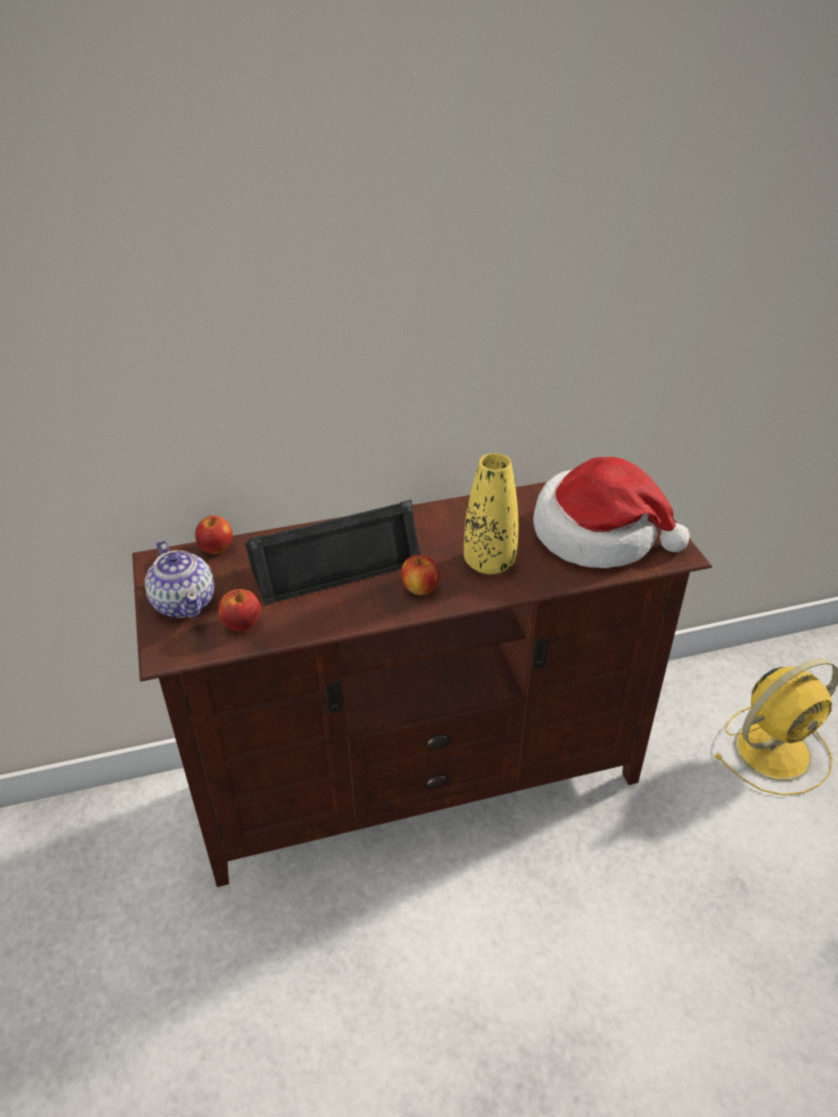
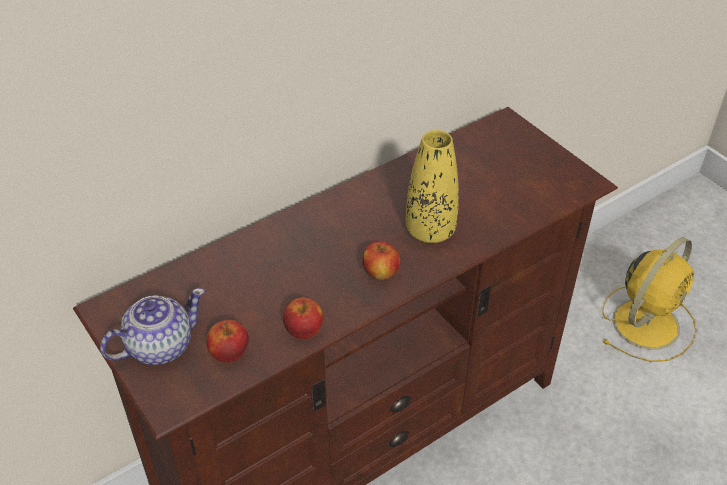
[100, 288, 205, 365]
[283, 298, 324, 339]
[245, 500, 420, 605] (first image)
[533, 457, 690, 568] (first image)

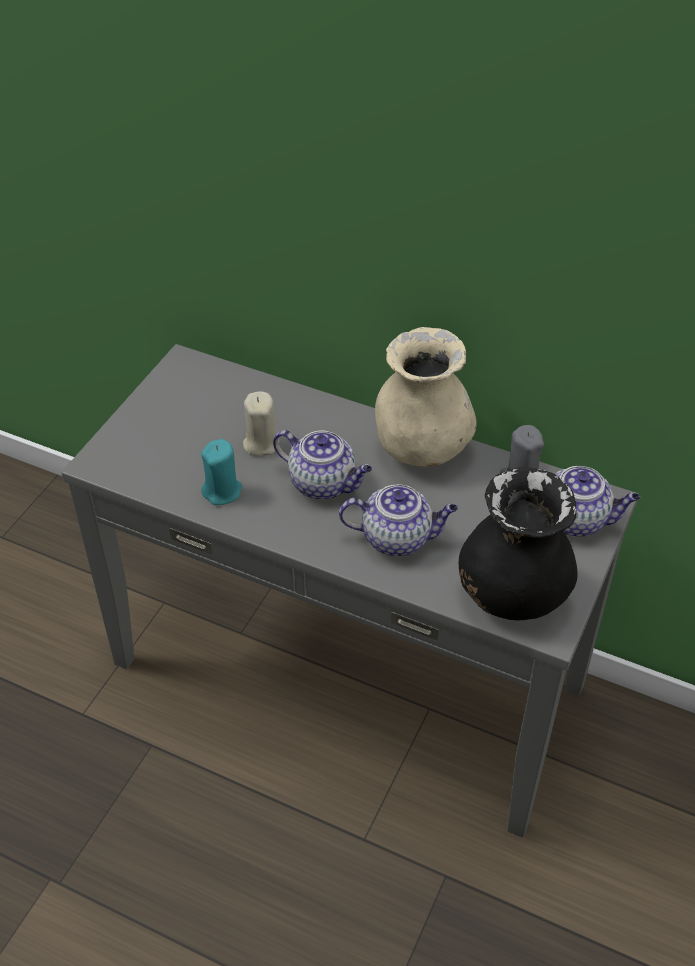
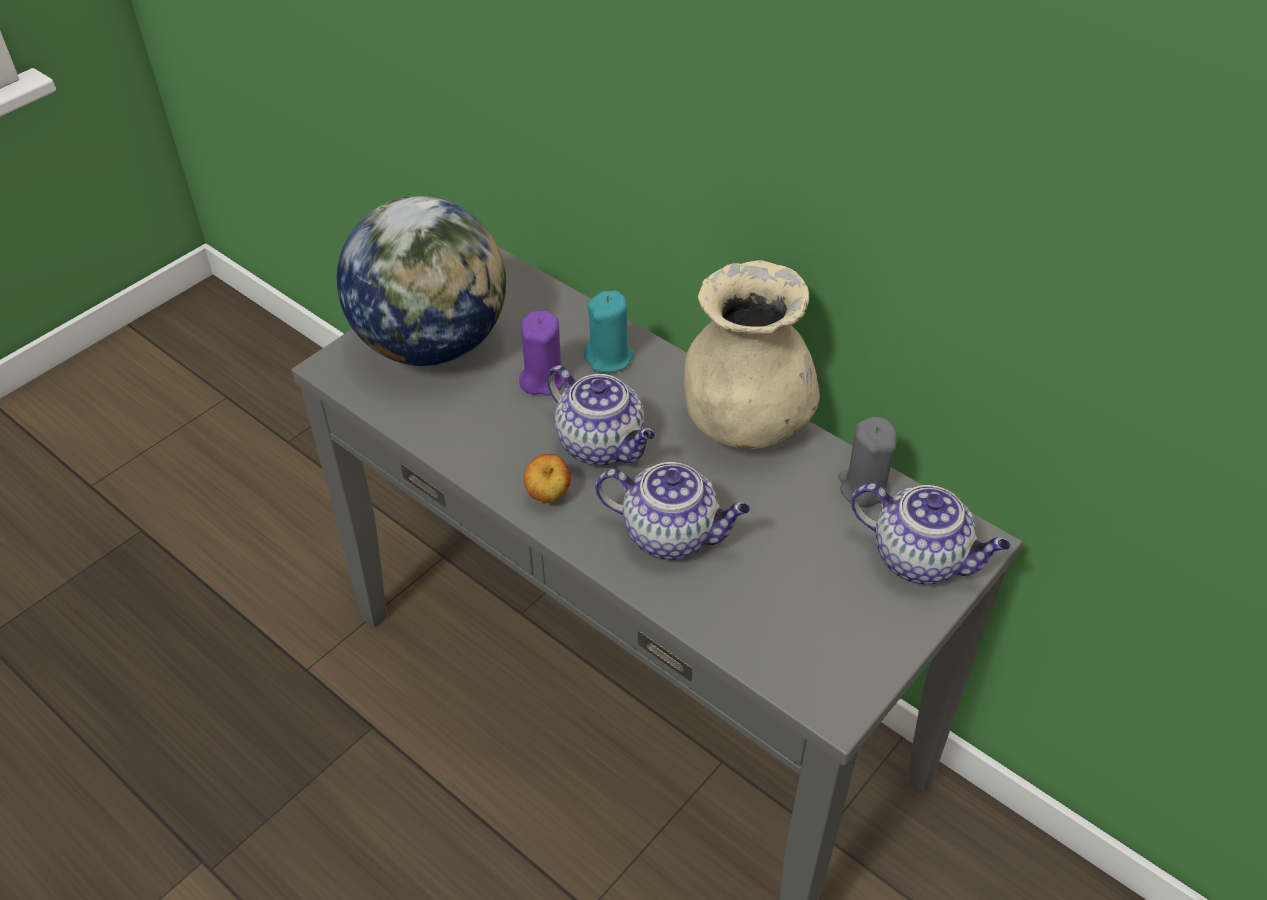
[584, 291, 634, 373]
[519, 311, 564, 395]
[459, 467, 578, 620] (first image)
[337, 196, 506, 366]
[524, 454, 571, 503]

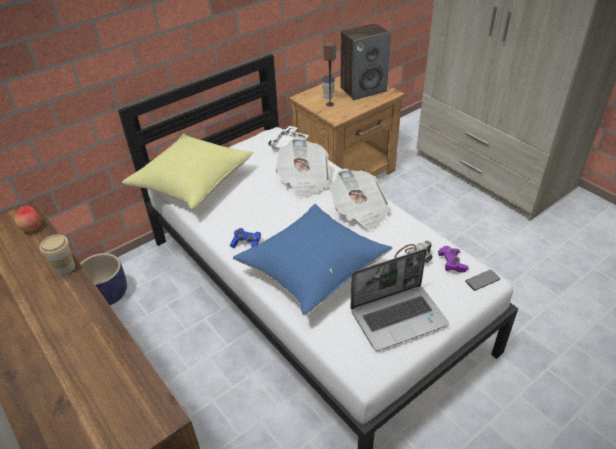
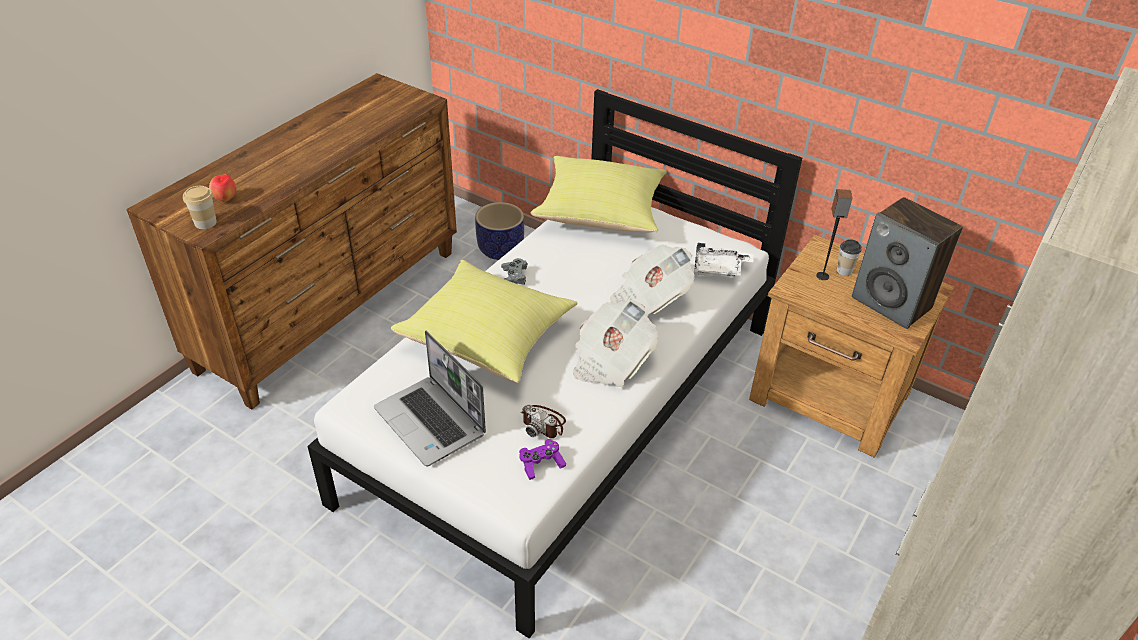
[209, 174, 236, 202]
[183, 186, 217, 229]
[501, 258, 528, 285]
[391, 260, 578, 383]
[465, 270, 500, 291] (first image)

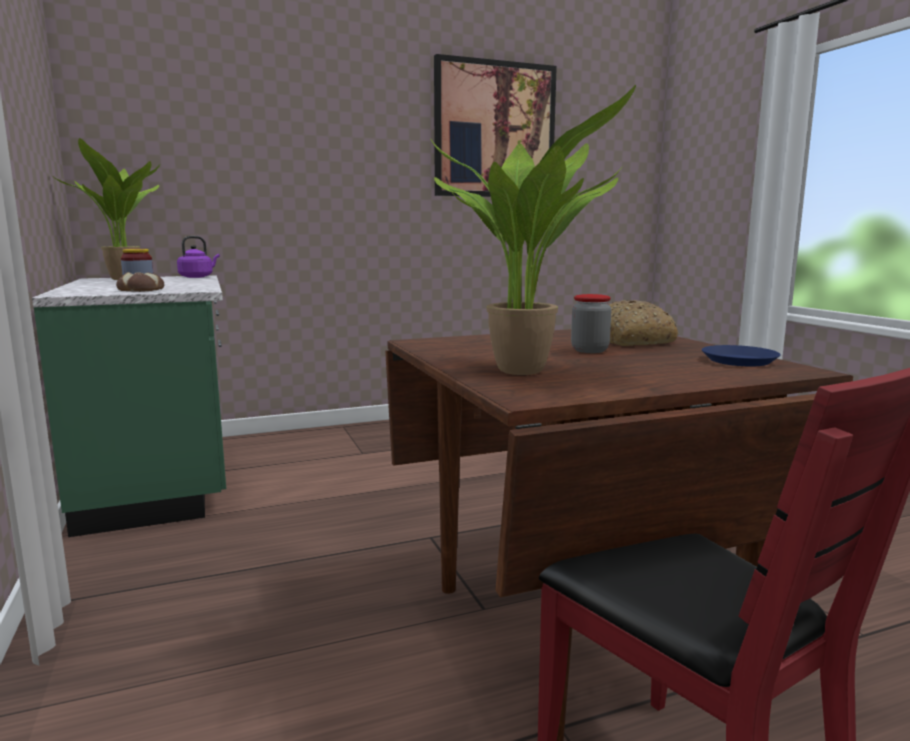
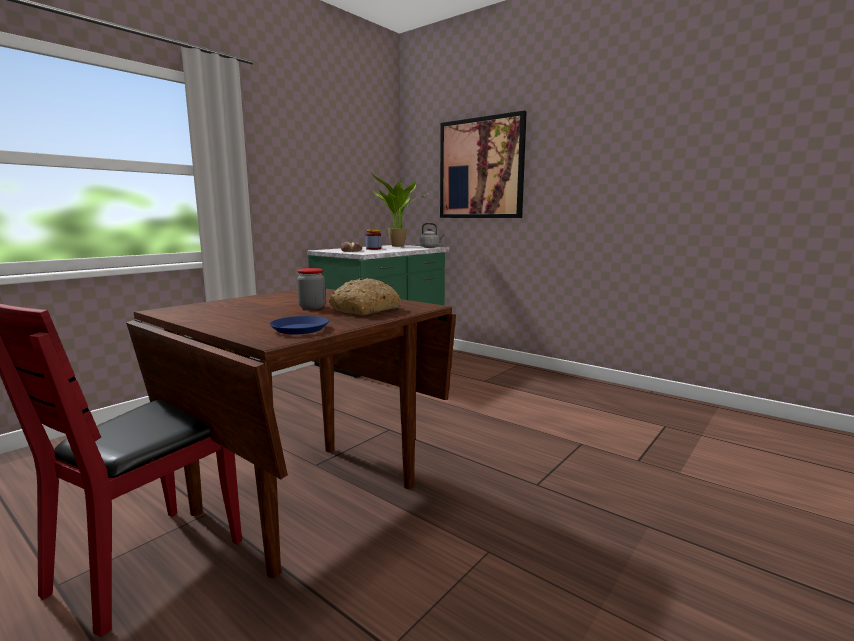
[420, 223, 445, 248]
[430, 85, 636, 375] (first image)
[440, 111, 527, 218]

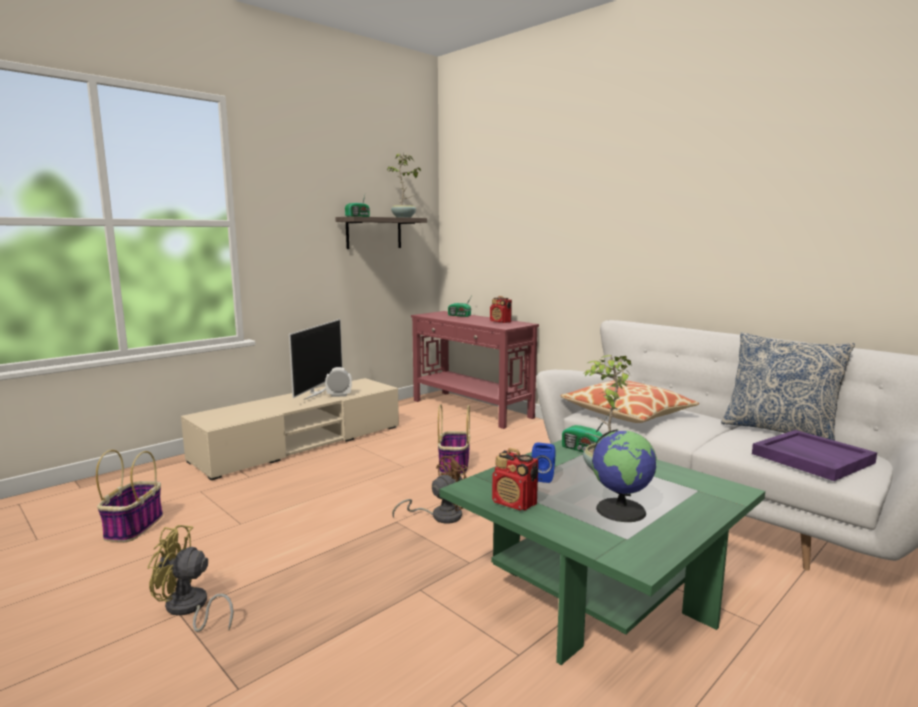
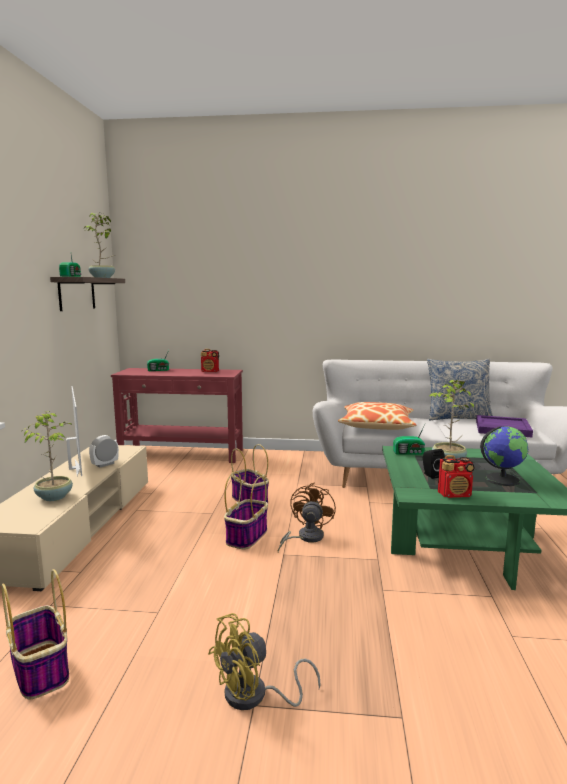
[423, 449, 445, 479]
[21, 411, 73, 501]
[224, 472, 268, 550]

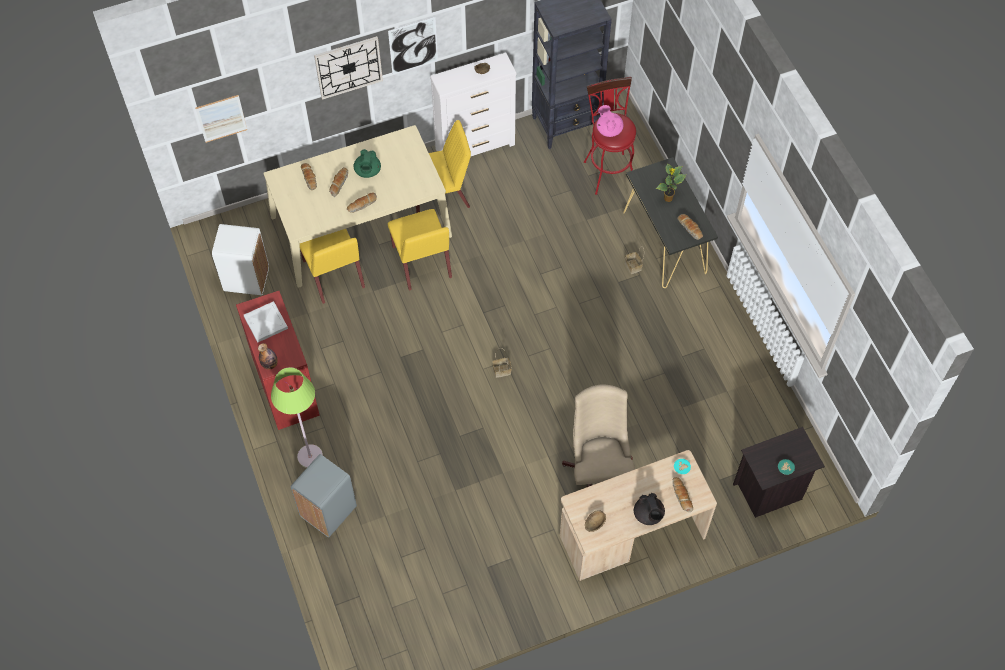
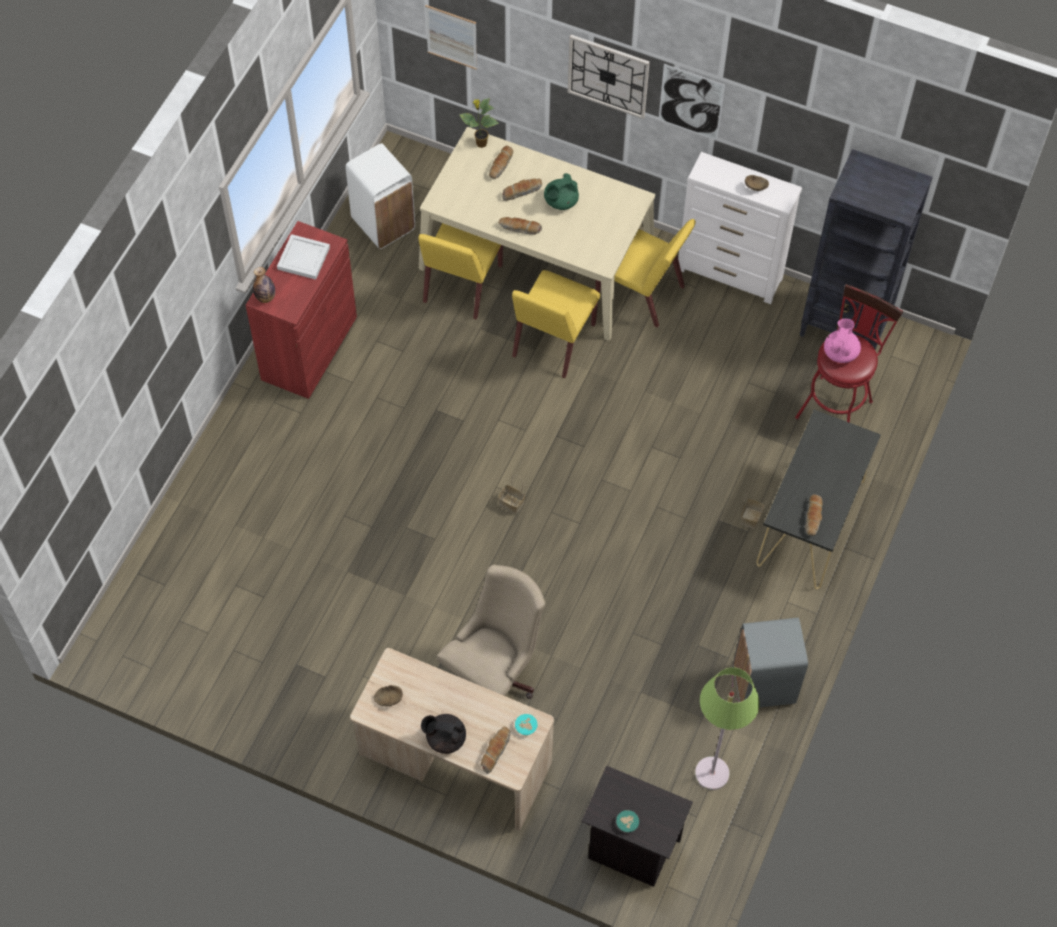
[695, 667, 760, 790]
[733, 618, 808, 708]
[421, 714, 466, 754]
[459, 98, 499, 148]

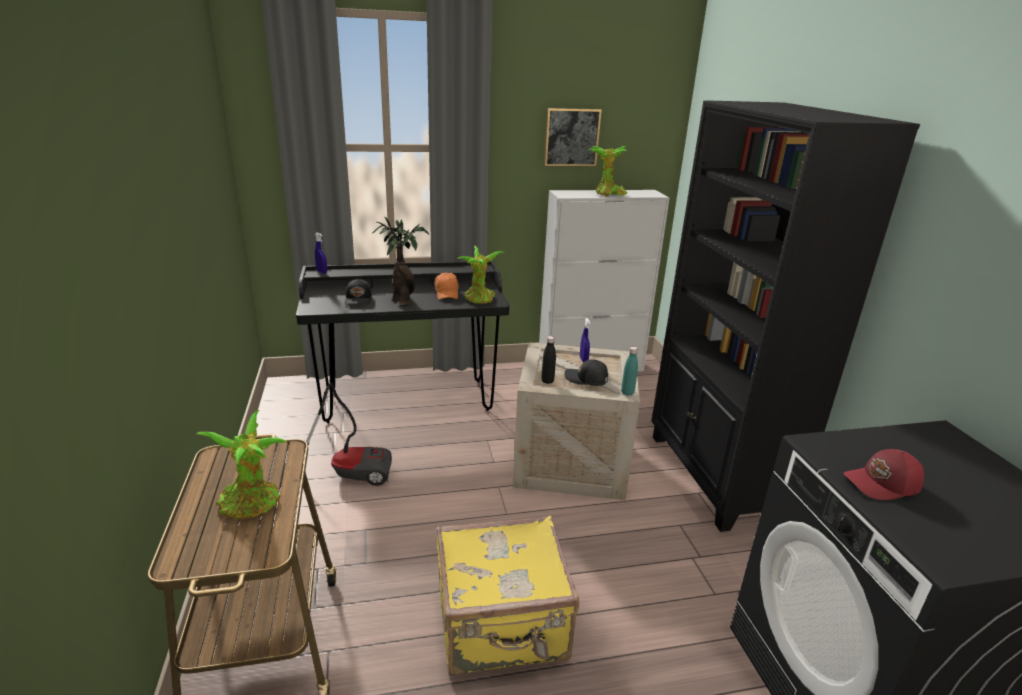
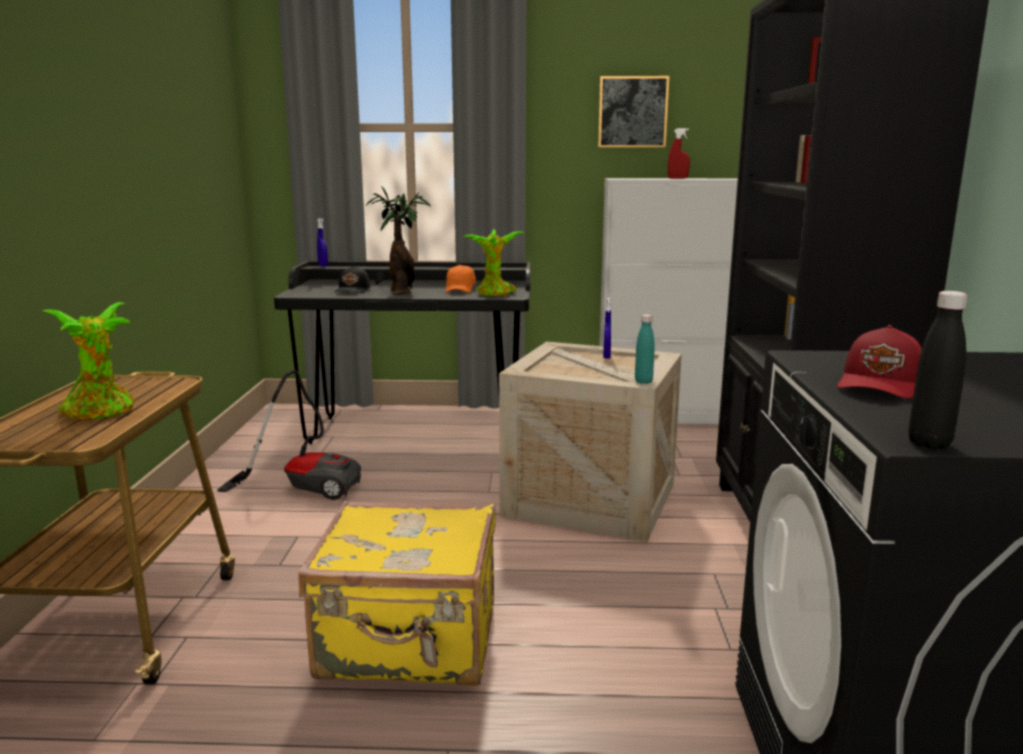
[908, 291, 967, 449]
[564, 359, 608, 386] (first image)
[668, 128, 690, 179]
[837, 325, 922, 398]

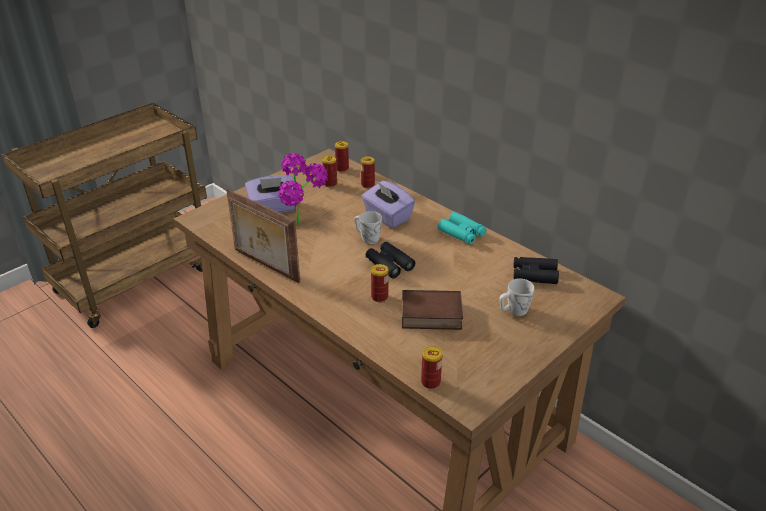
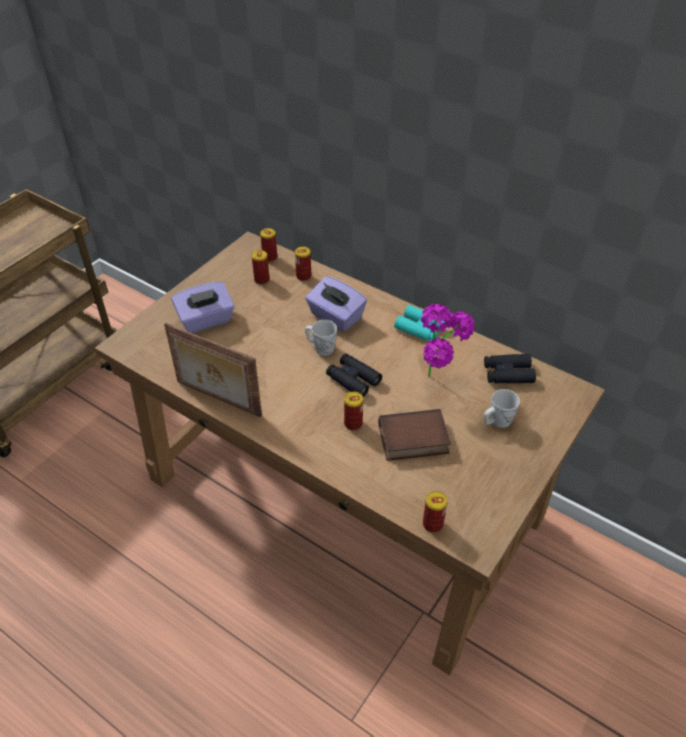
[421, 304, 475, 377]

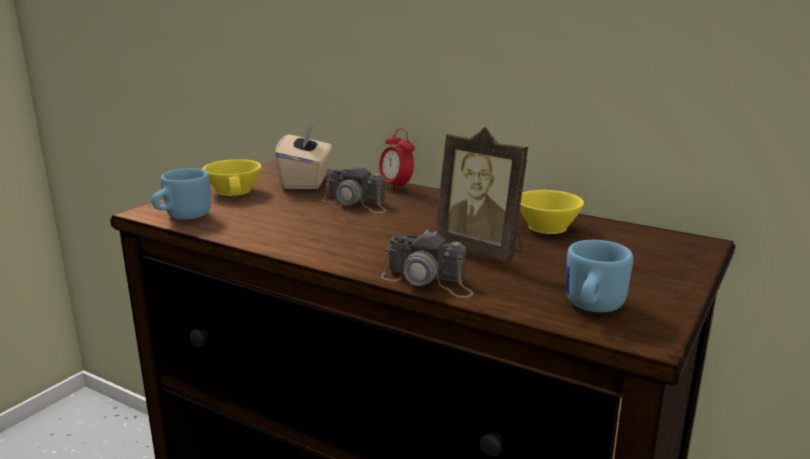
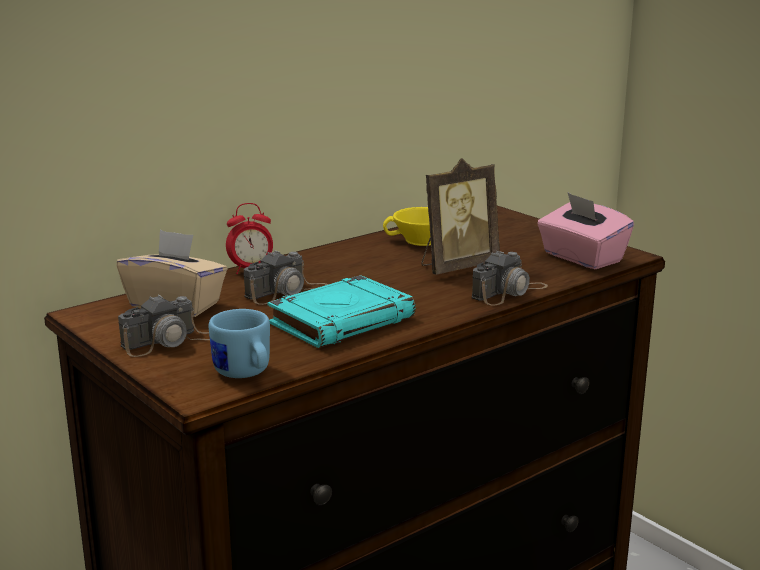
[118, 295, 210, 357]
[537, 192, 634, 269]
[267, 275, 416, 348]

